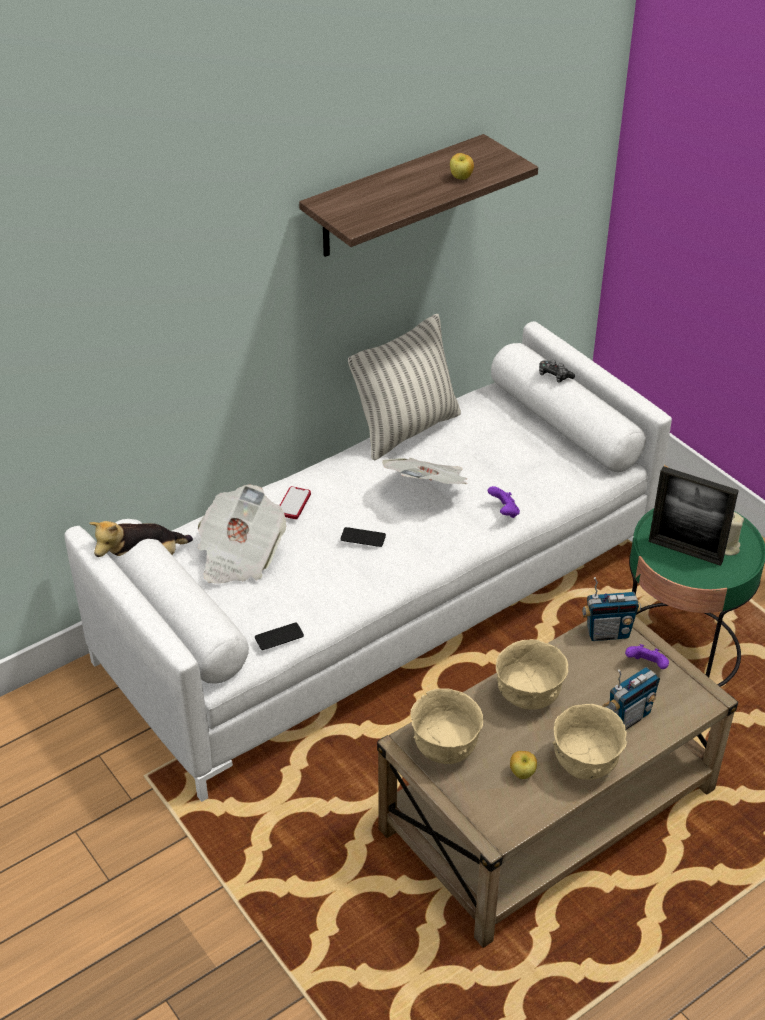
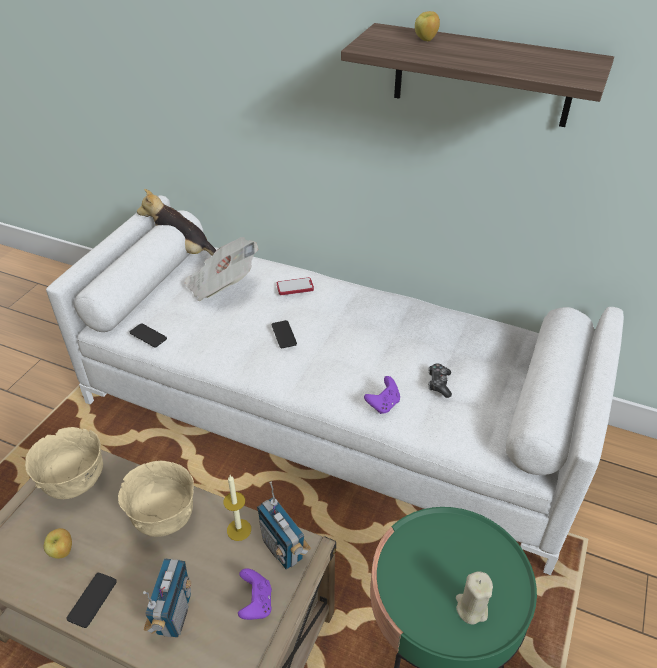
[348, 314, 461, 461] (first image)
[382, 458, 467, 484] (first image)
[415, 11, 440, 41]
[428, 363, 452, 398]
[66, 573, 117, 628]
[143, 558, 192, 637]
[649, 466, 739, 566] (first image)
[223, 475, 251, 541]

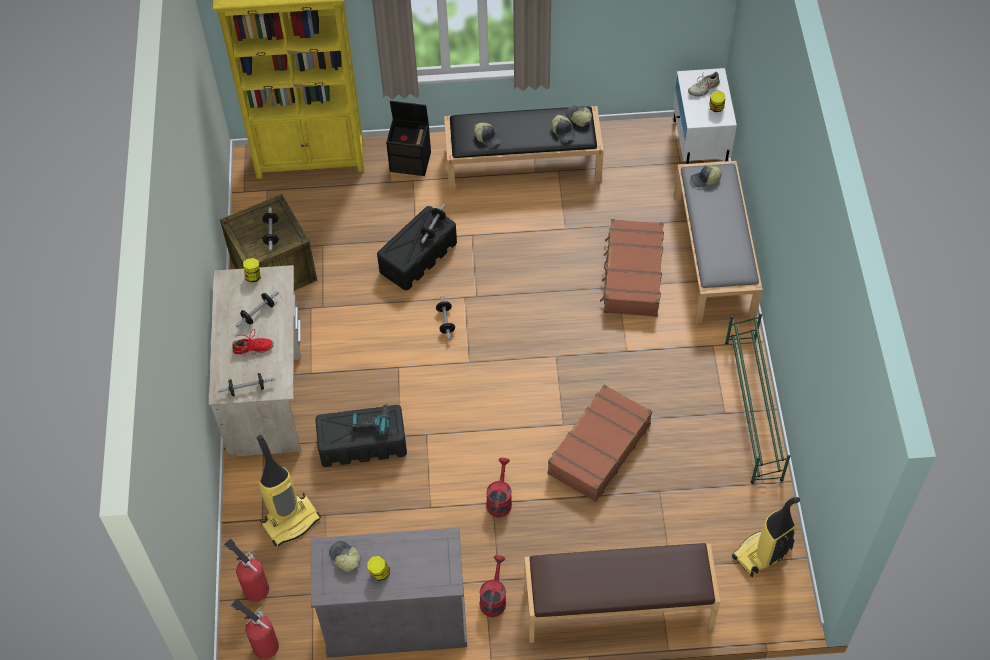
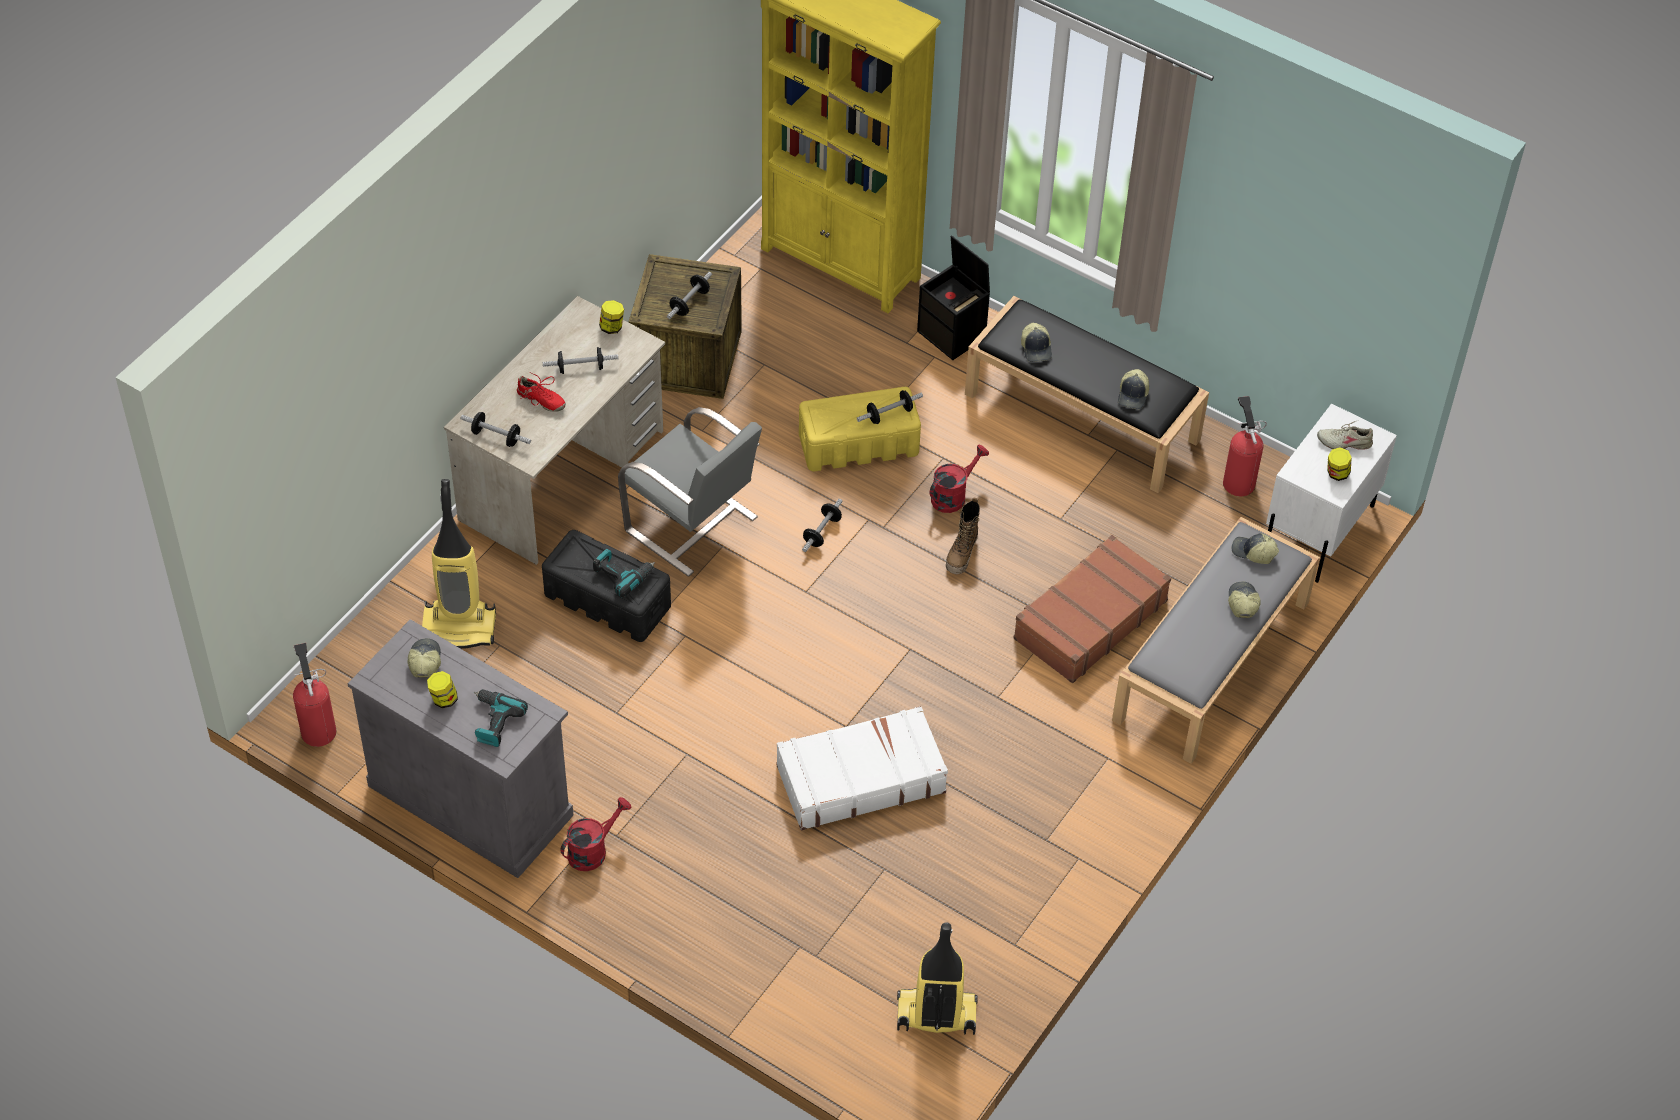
[1223, 396, 1267, 496]
[799, 387, 921, 471]
[929, 445, 989, 513]
[524, 543, 720, 643] (first image)
[776, 706, 948, 830]
[1228, 581, 1260, 618]
[725, 314, 790, 484] (first image)
[474, 689, 528, 747]
[618, 407, 762, 577]
[946, 497, 980, 575]

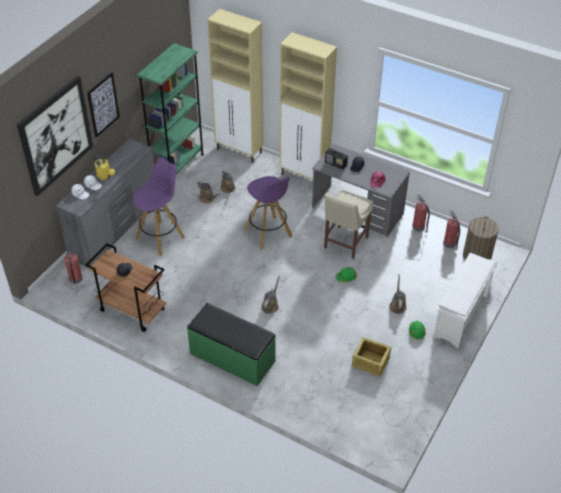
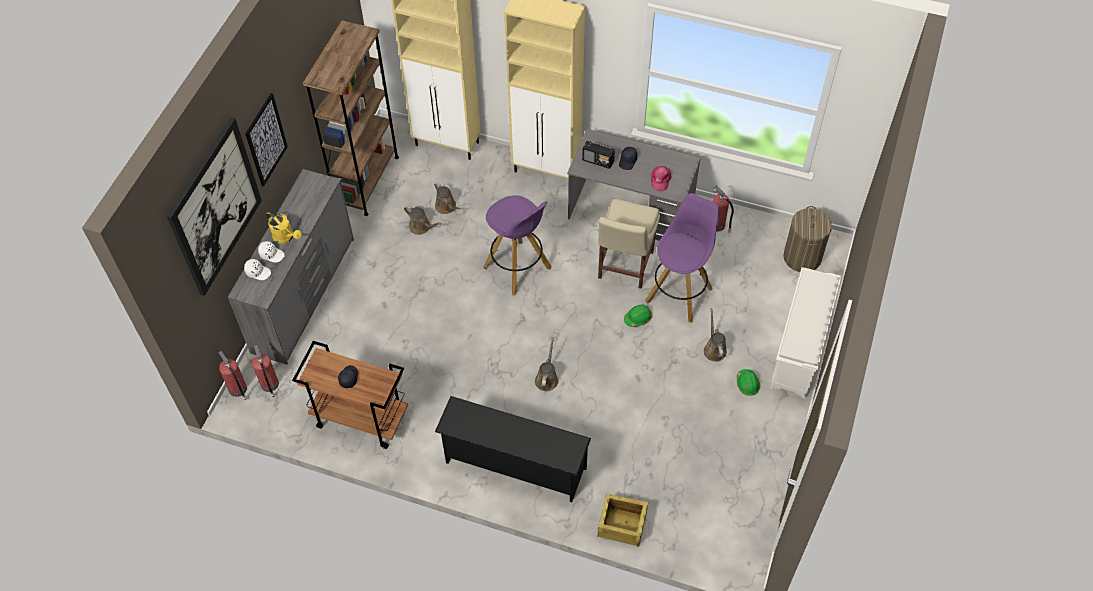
[645, 193, 719, 323]
[303, 20, 399, 216]
[435, 396, 591, 502]
[597, 494, 648, 546]
[218, 350, 247, 400]

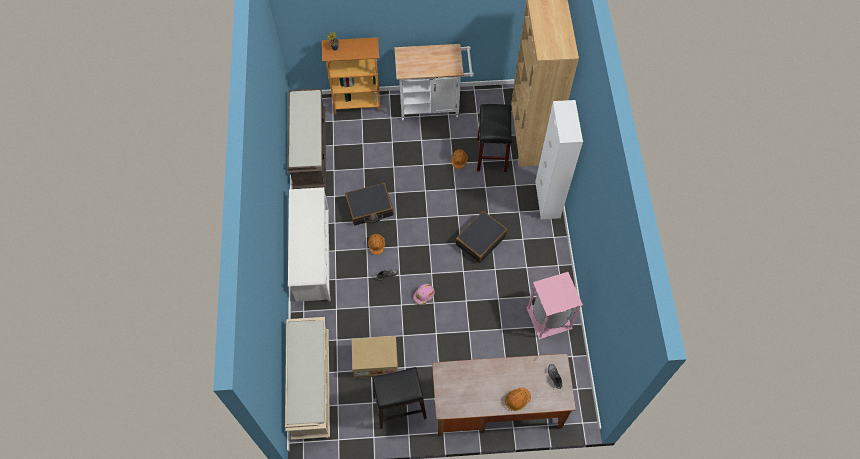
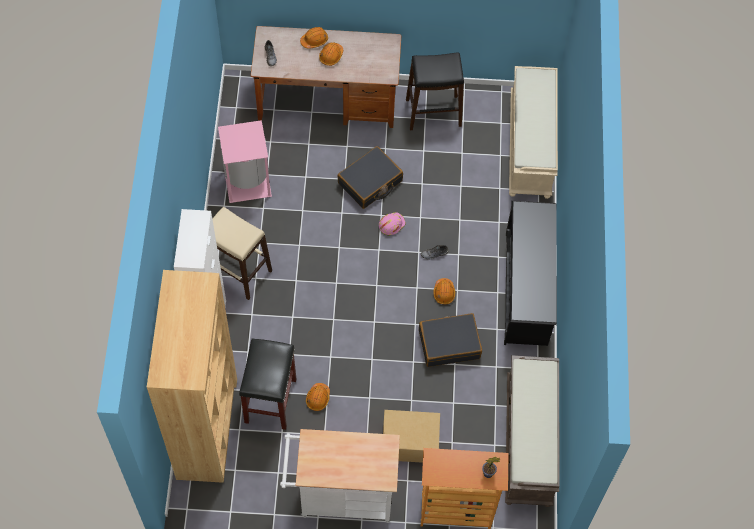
[504, 201, 557, 346]
[383, 410, 440, 463]
[338, 146, 403, 209]
[212, 207, 272, 300]
[319, 43, 343, 66]

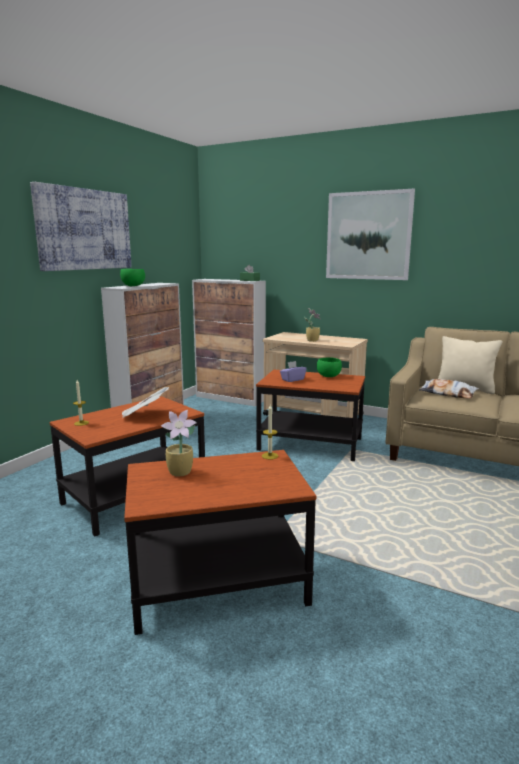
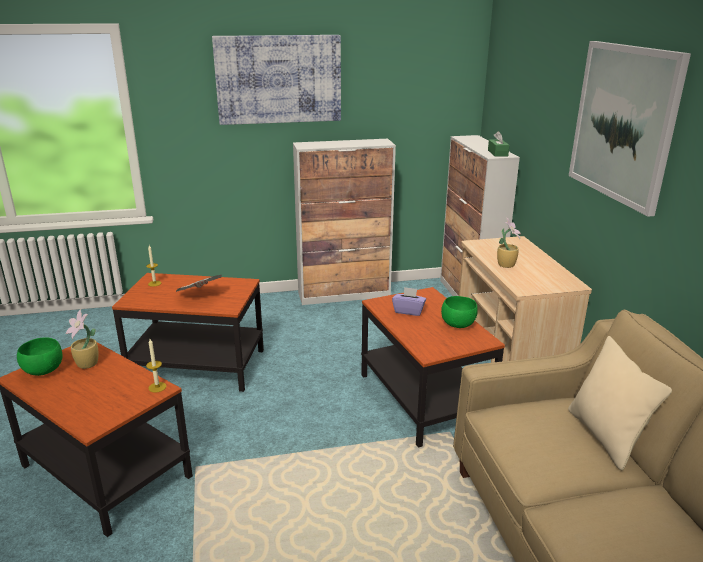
[17, 337, 62, 376]
[419, 379, 479, 399] (first image)

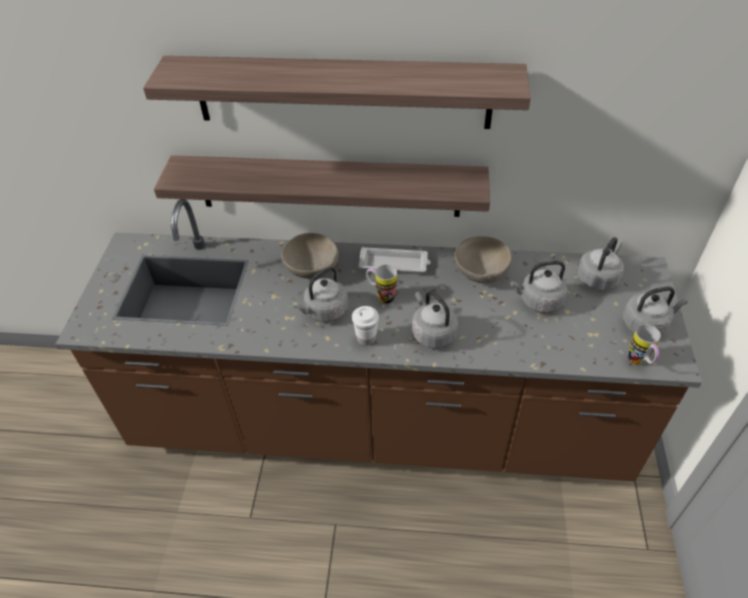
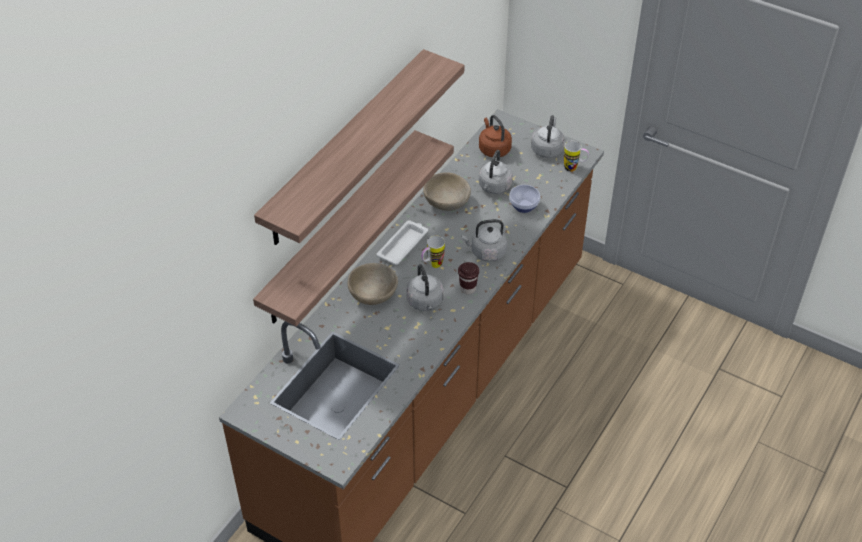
[458, 262, 479, 294]
[479, 115, 512, 158]
[509, 185, 540, 213]

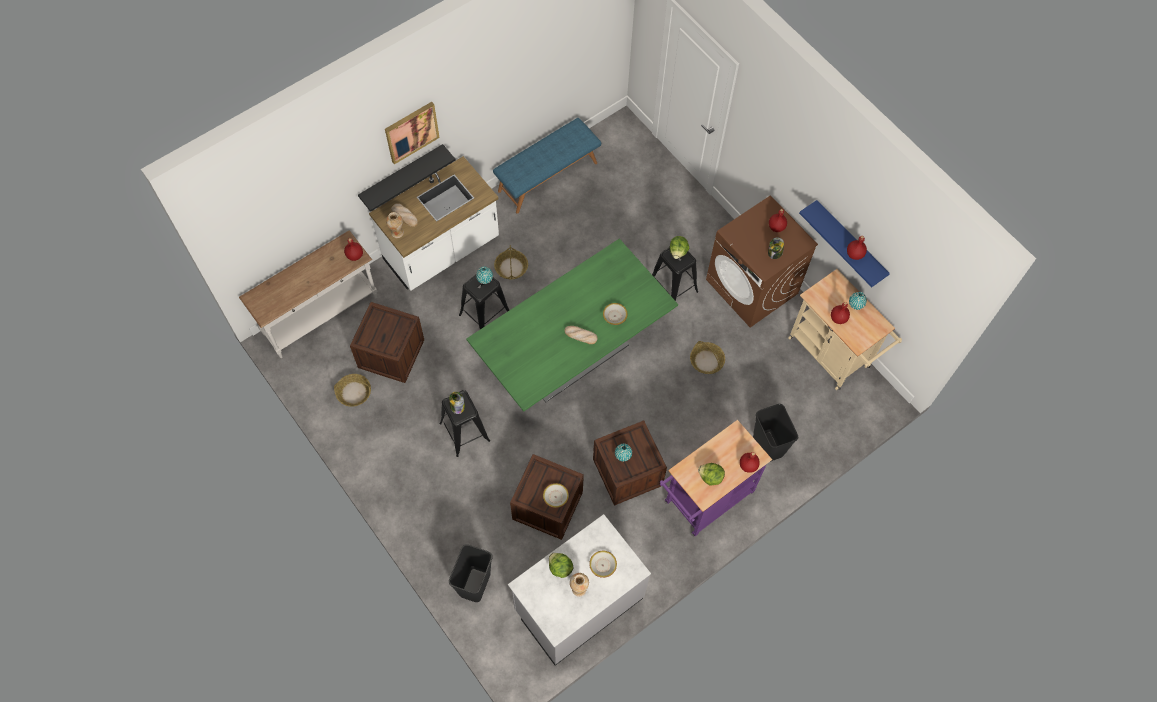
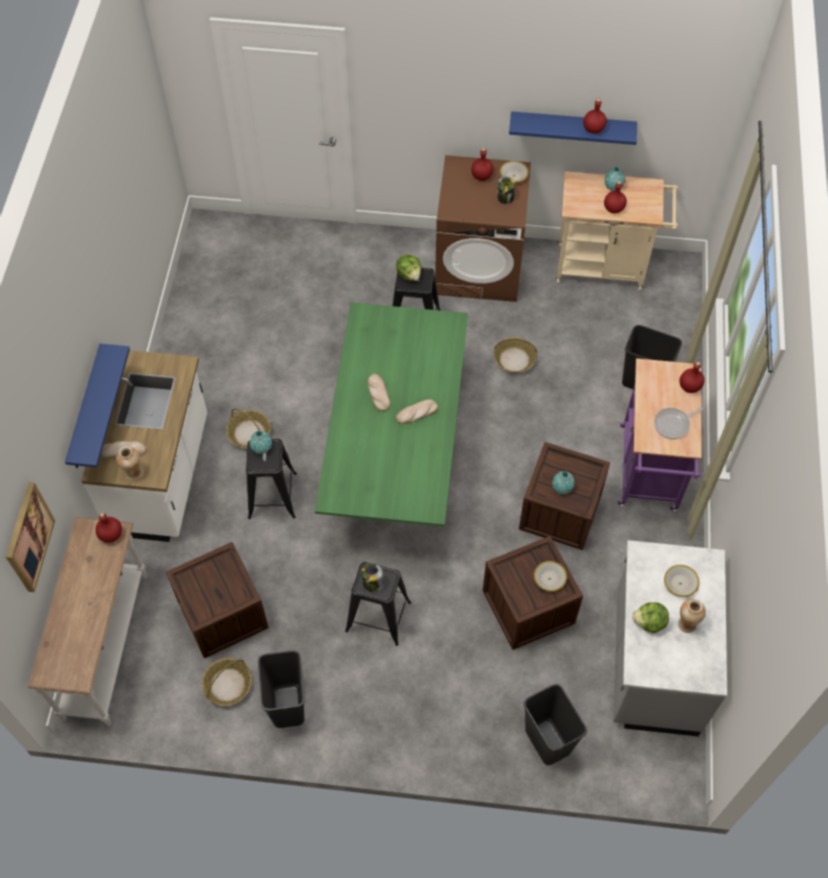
[65, 344, 130, 468]
[6, 482, 55, 592]
[493, 118, 601, 214] (first image)
[500, 161, 529, 183]
[654, 408, 703, 439]
[258, 650, 305, 728]
[368, 374, 390, 411]

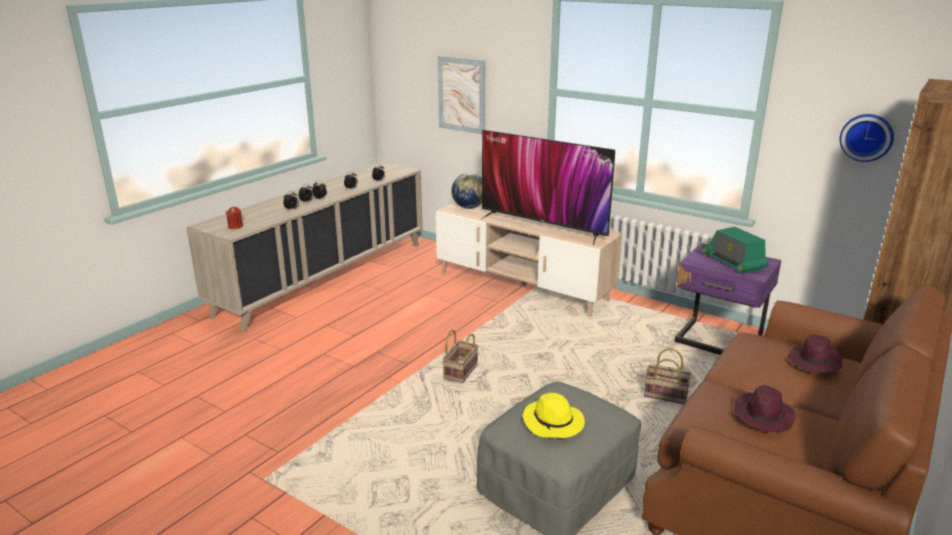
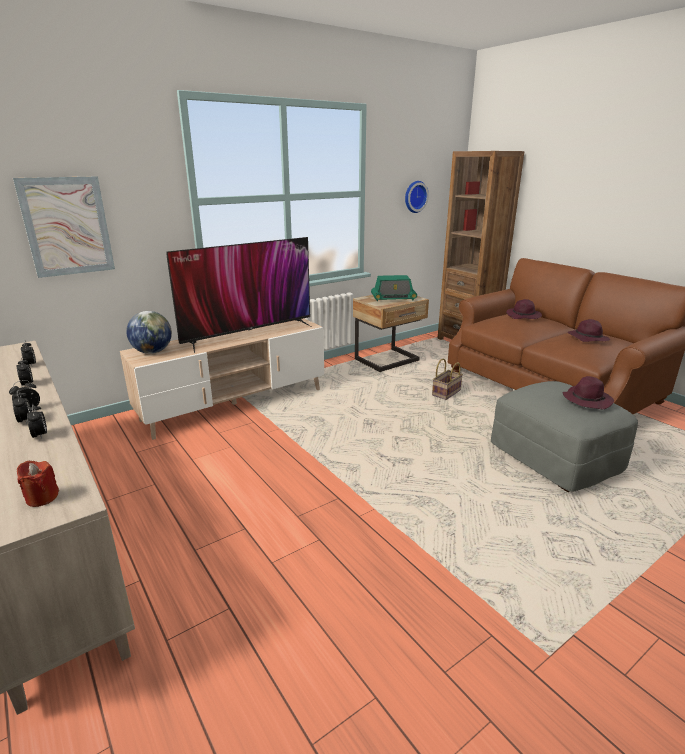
[443, 329, 479, 383] (first image)
[562, 376, 614, 409]
[353, 295, 429, 372]

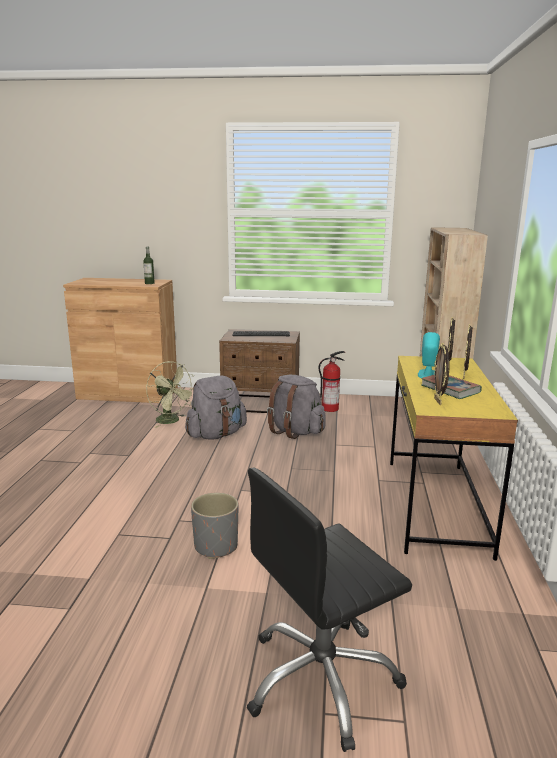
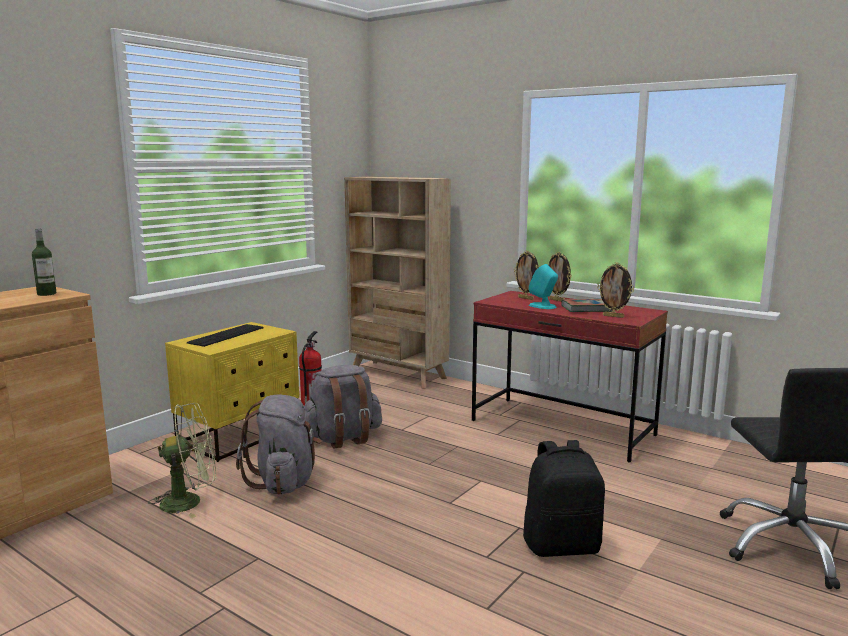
[523, 440, 605, 557]
[165, 322, 299, 462]
[472, 291, 668, 462]

